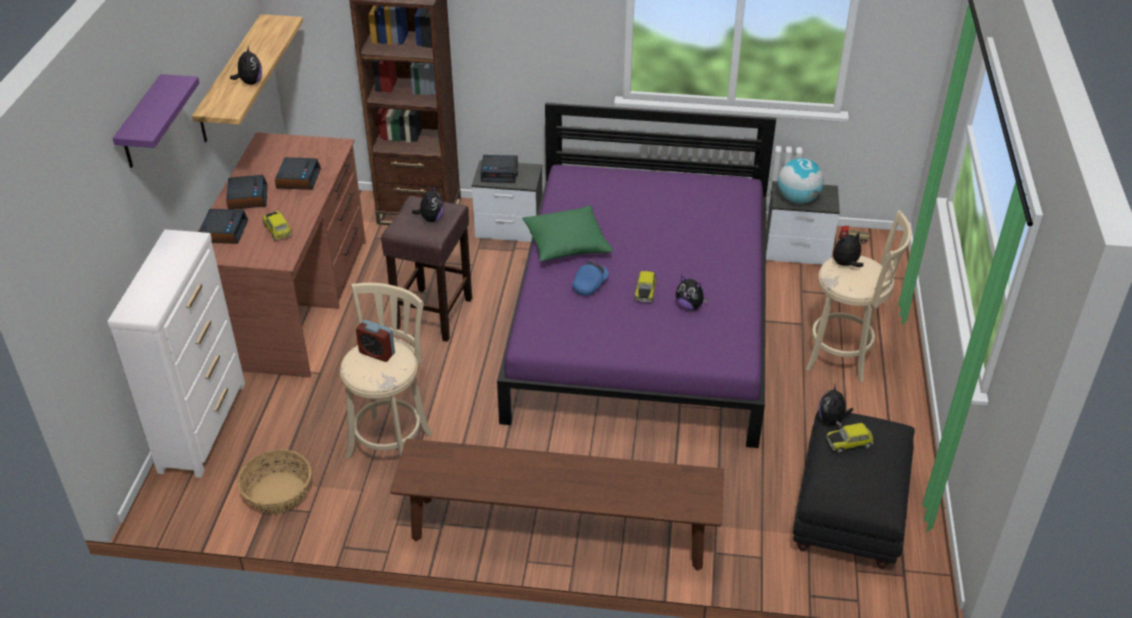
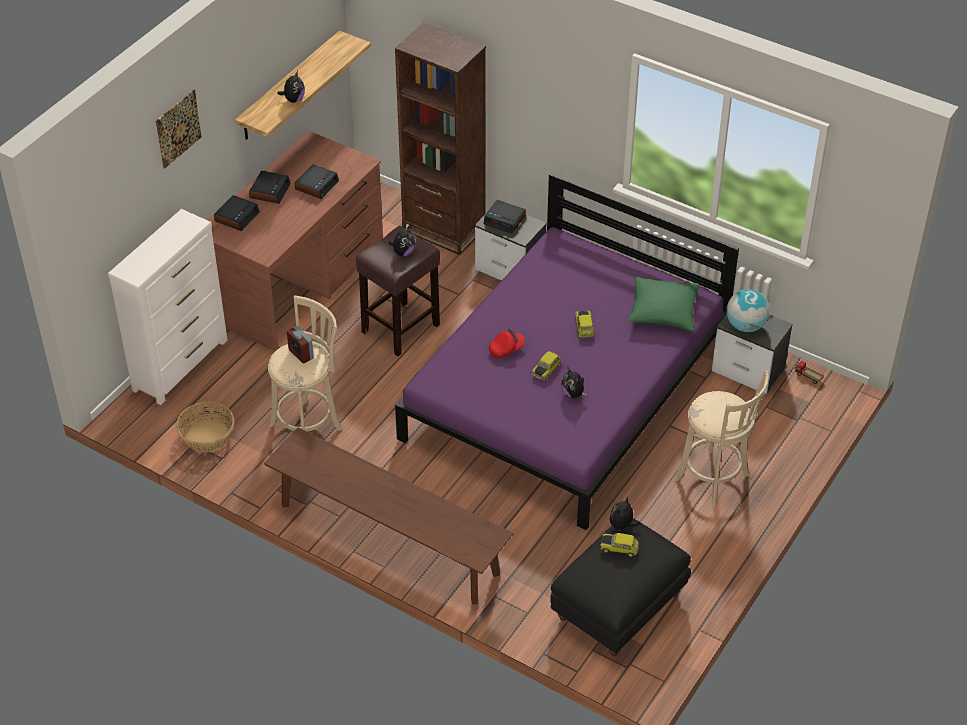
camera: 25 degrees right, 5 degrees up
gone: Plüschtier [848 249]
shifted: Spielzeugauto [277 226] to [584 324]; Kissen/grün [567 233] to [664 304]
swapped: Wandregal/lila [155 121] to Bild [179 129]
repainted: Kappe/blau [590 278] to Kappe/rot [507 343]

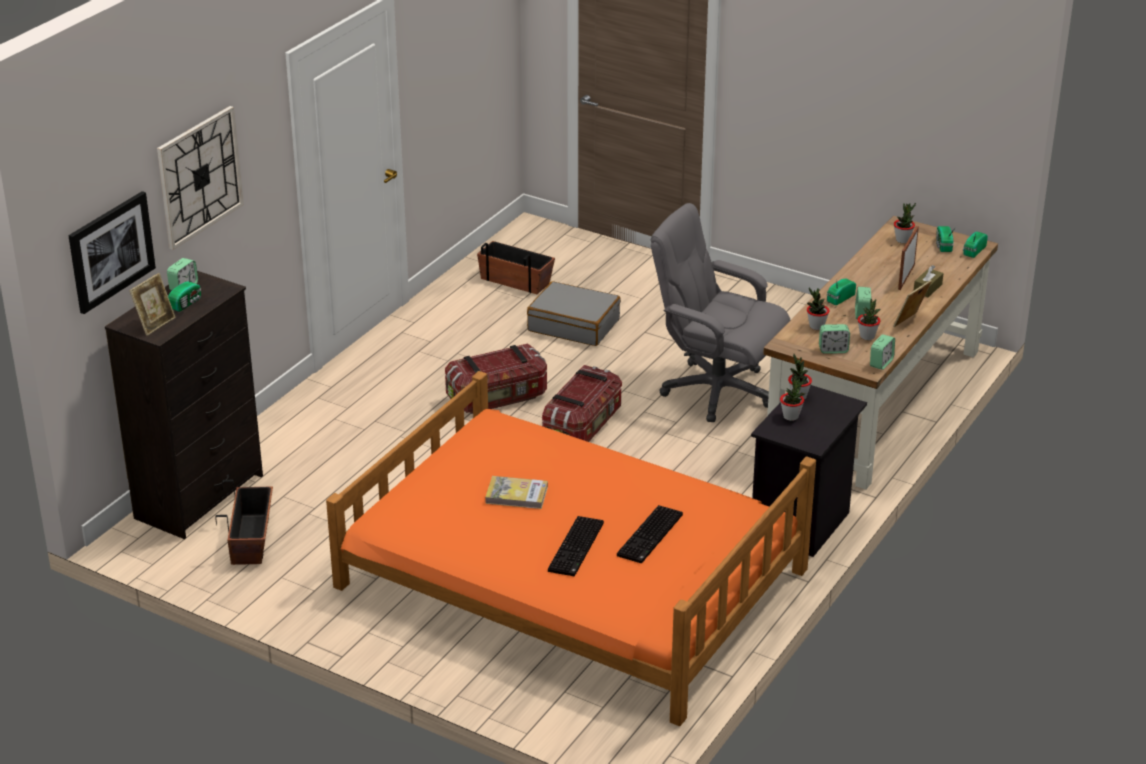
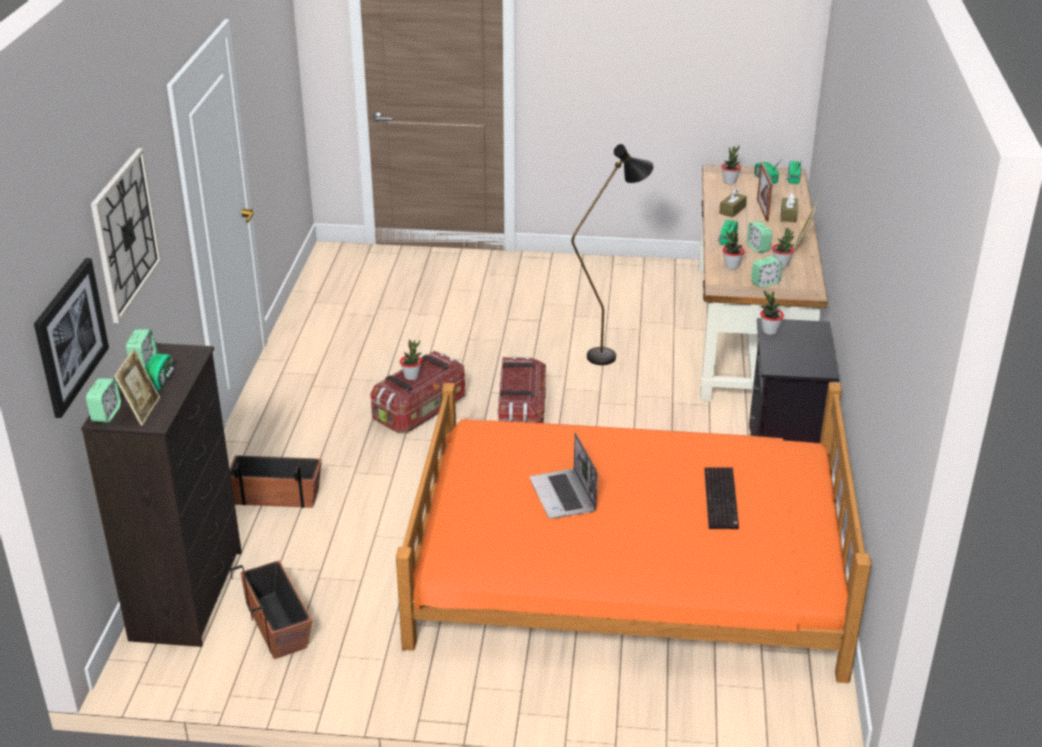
camera: 25 degrees left, 0 degrees up
gone: Koffer/grau [574 313]; Tastatur [576 546]
new: Taschentuchbox/braun [733 203]
shifted: Wecker [882 352] to [103 400]; Pflanzkübel [516 267] to [276 481]; Topfpflanze [792 398] to [411 359]
swapped: Buch [516 492] to Laptop [563 475]; Bürostuhl/grau [720 312] to Stehlampe/schwarz [613 254]

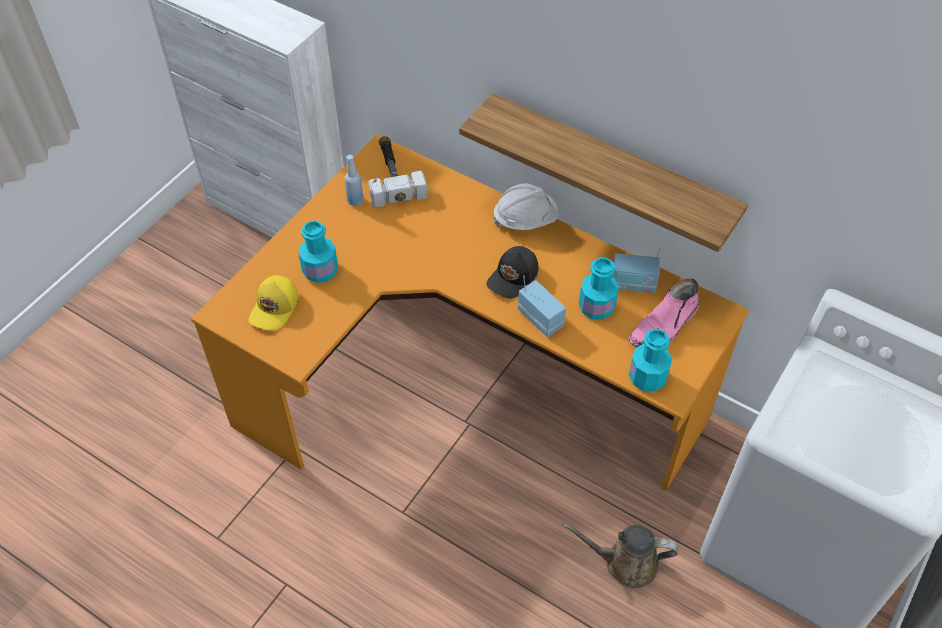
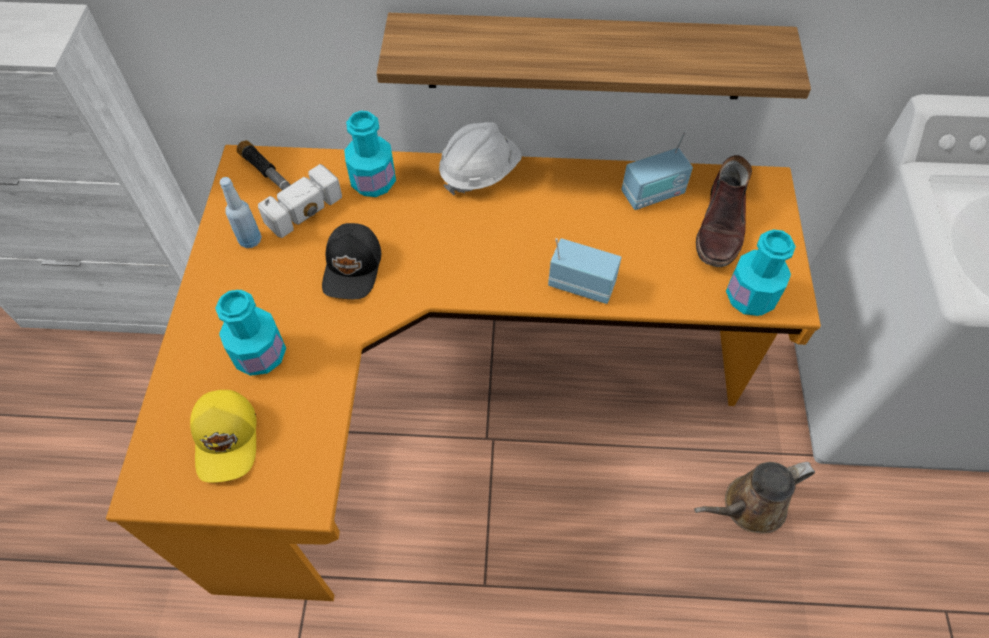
camera: 30 degrees left, 5 degrees up
shifted: Kappe/schwarz [512 272] to [351 261]; Flasche/türkis [599 288] to [370 154]
repainted: Stiefel/rosa [664 313] to Stiefel/braun [724 211]

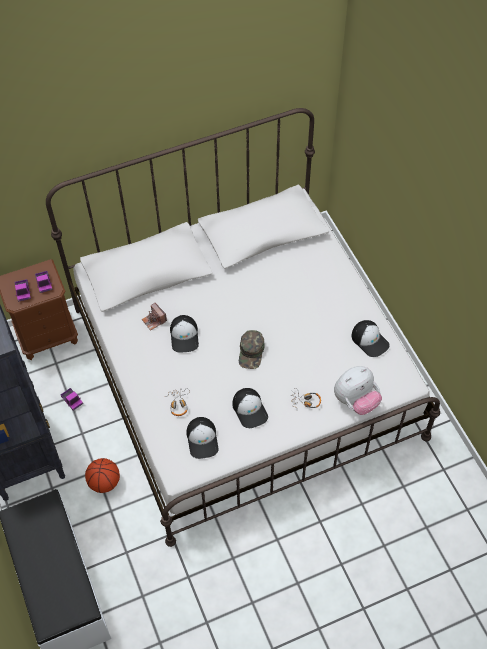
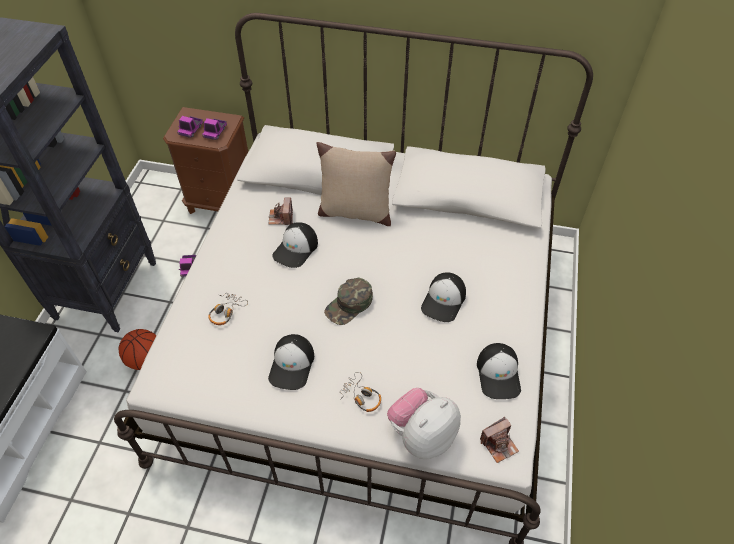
camera: 35 degrees right, 5 degrees down
new: Kissen/beige [356 184]; Kamera [499 440]
shifted: Kappe [202 438] to [443 297]
rotated: Plüschtier [358 390] = [424 423] 135 degrees clockwise

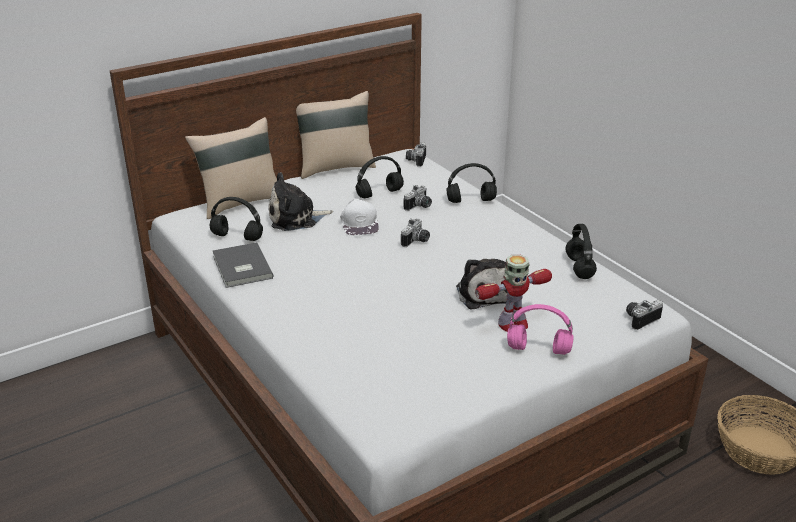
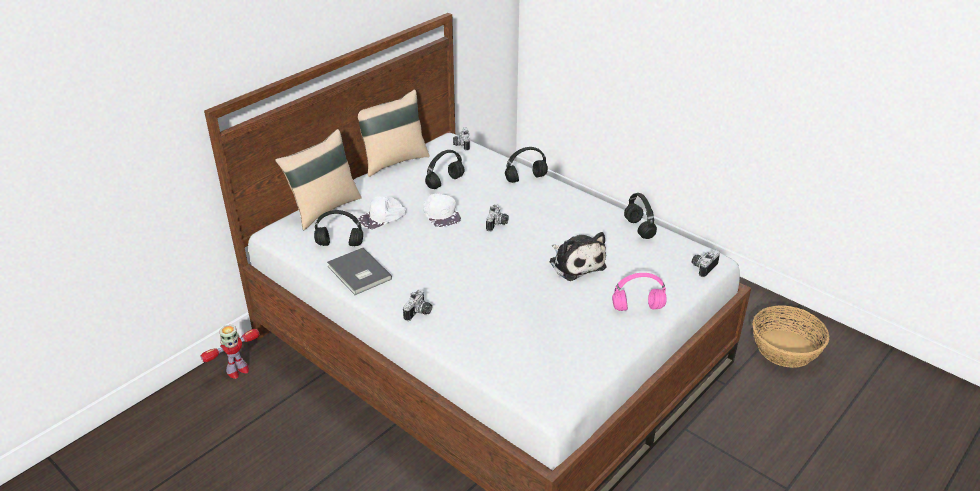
camera: 15 degrees left, 5 degrees up
shifted: Spielzeugroboter [513 293] to [230 352]; Kamera [418 198] to [417 305]
swapped: Plüschtier [300 201] to Kappe/weiß [382 212]

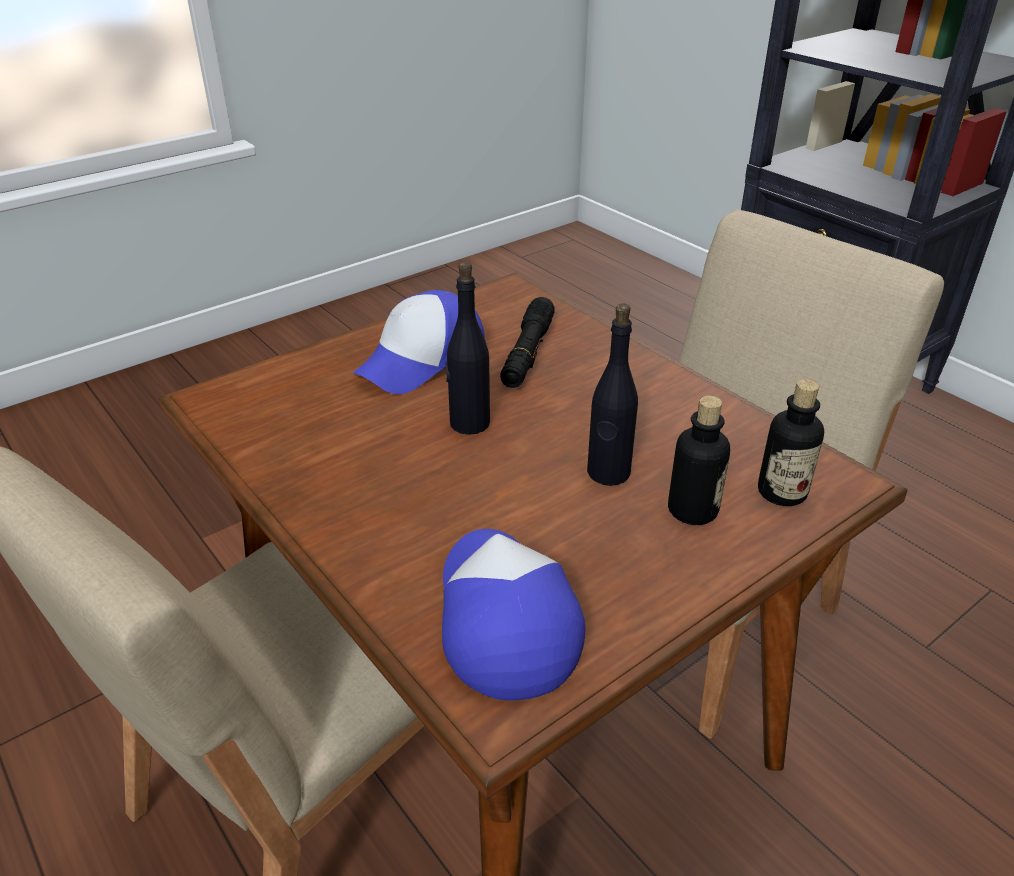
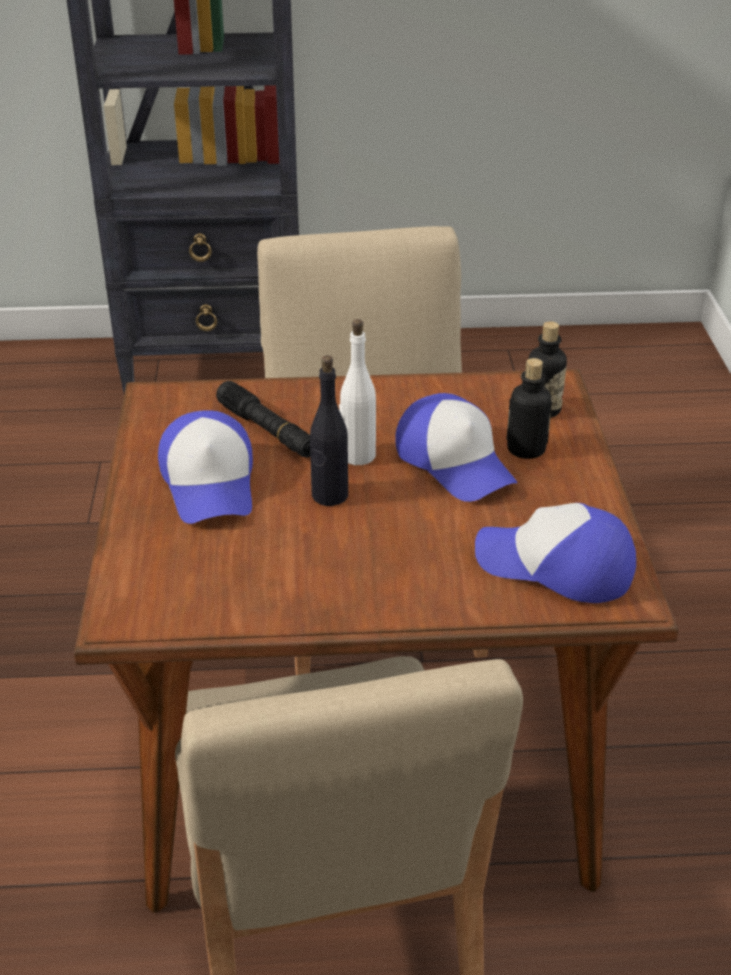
camera: 55 degrees left, 0 degrees up
new: Flasche/weiß [357 392]
swapped: Flasche/schwarz [612 395] to Kappe [456 447]

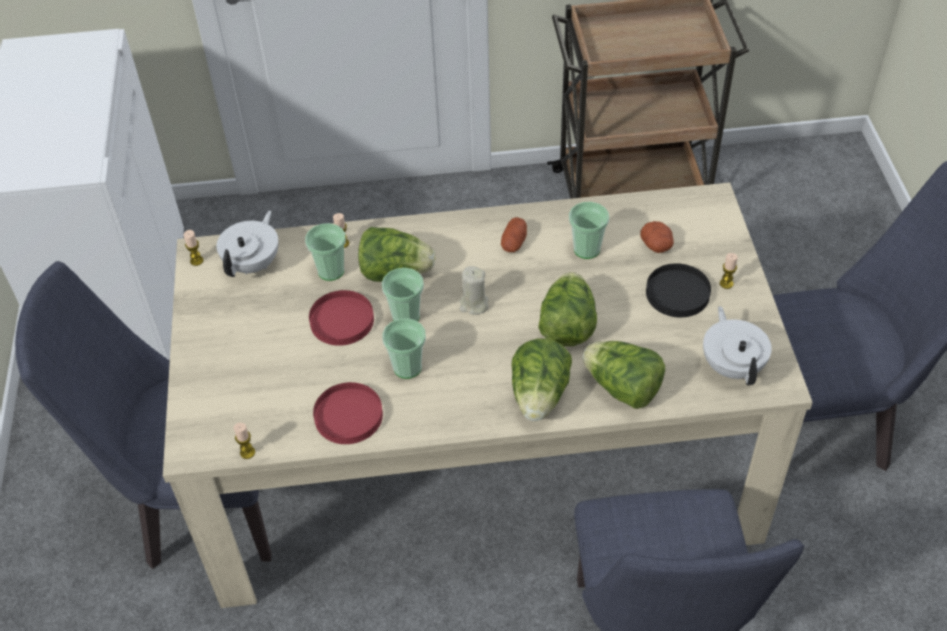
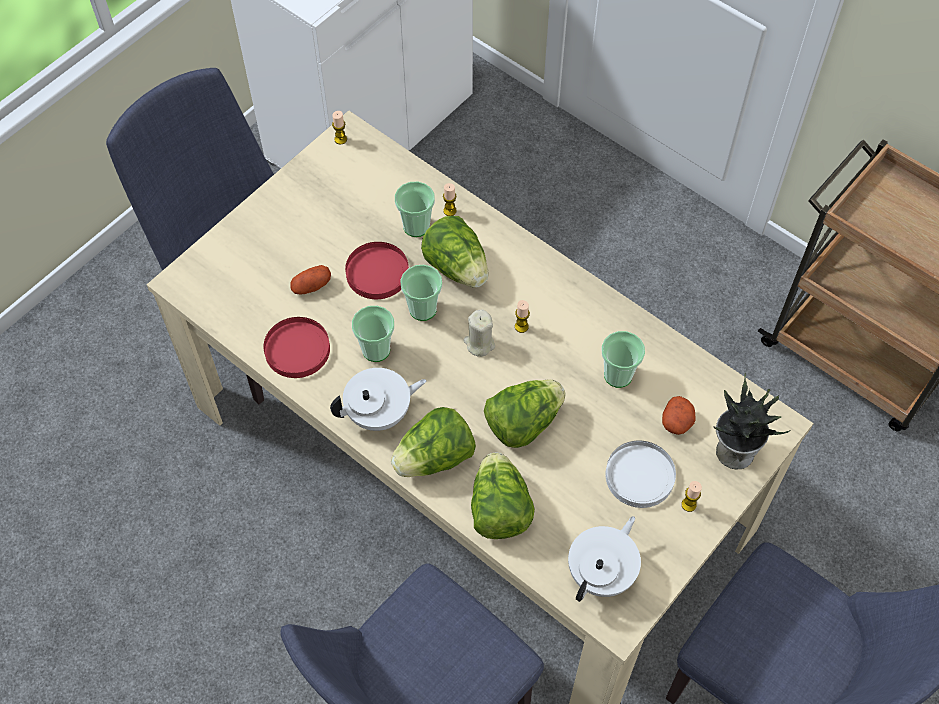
camera: 45 degrees right, 10 degrees up
new: Topfpflanze [752 421]
shifted: Kartoffel [514 234] to [310 280]; Teekanne/weiß [247 244] to [378 399]; Kerze [244 441] to [522 316]
repainted: Teller/schwarz [678 290] to Teller/weiß [640 474]

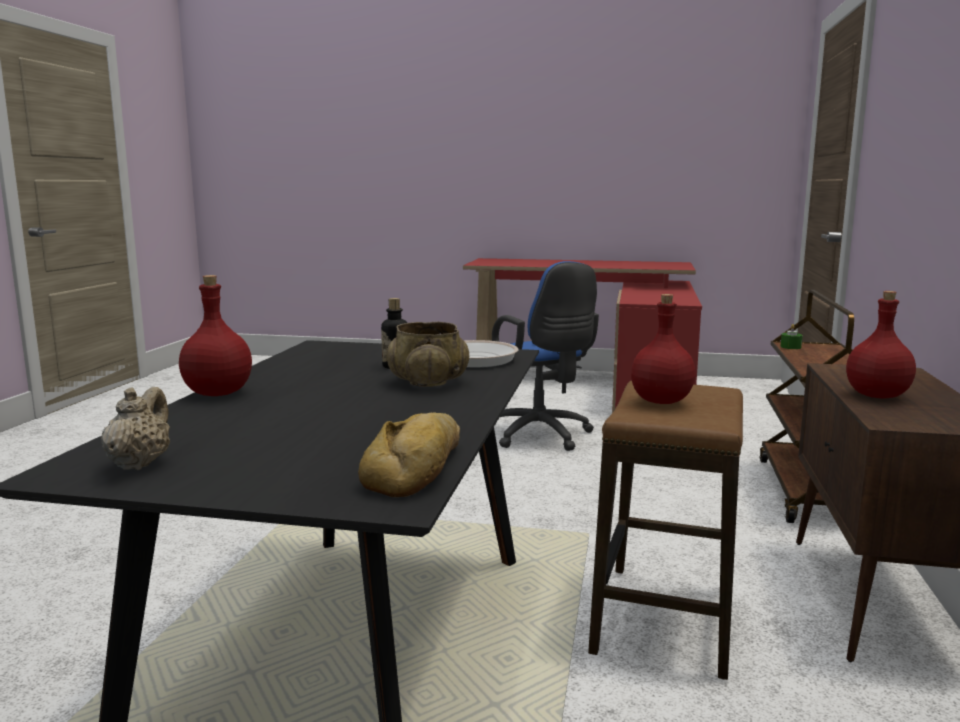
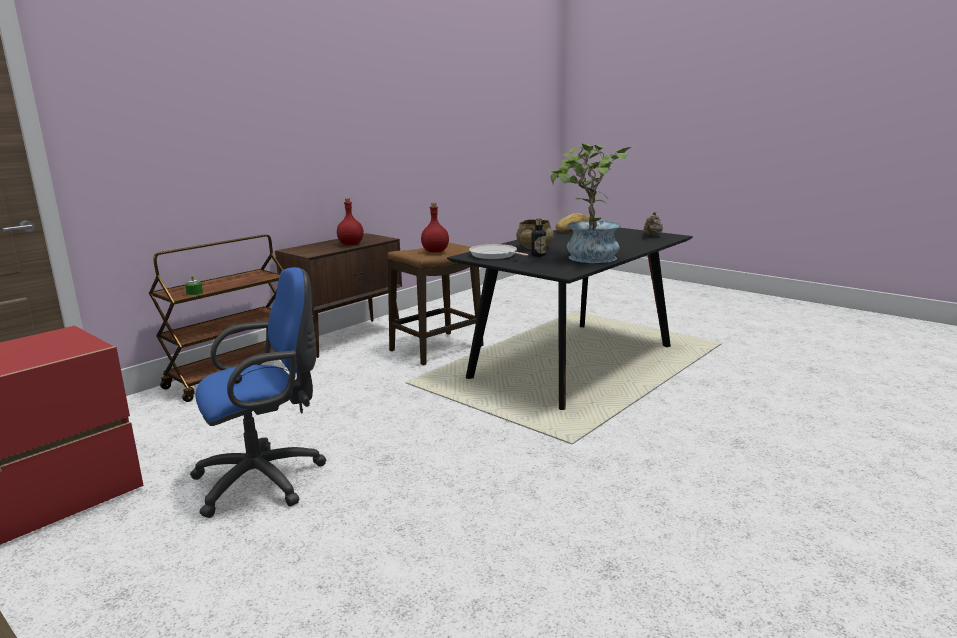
camera: 150 degrees left, 5 degrees up
gone: Flasche/rot [215 335]
new: Topfpflanze [589 203]
rotated: Bürostuhl/blau [545 356] = [258 392] 60 degrees clockwise

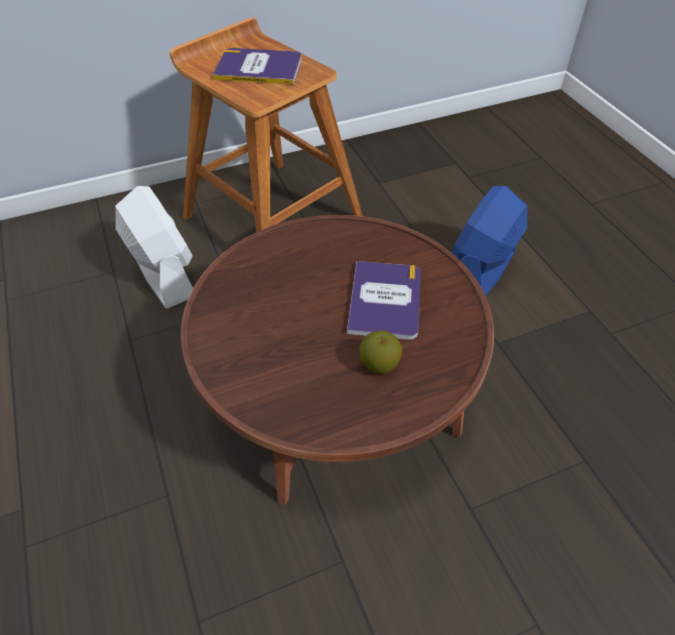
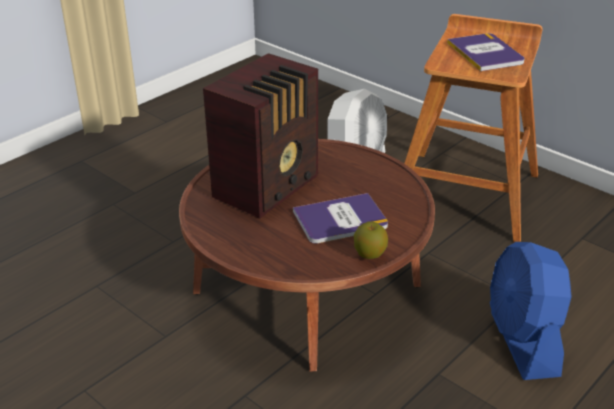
camera: 65 degrees right, 15 degrees down
new: Radio [260 136]
shifted: Apfel [380 352] to [370 240]
rotated: Ventilator/blau [489 241] = [531 311] 105 degrees counterclockwise

